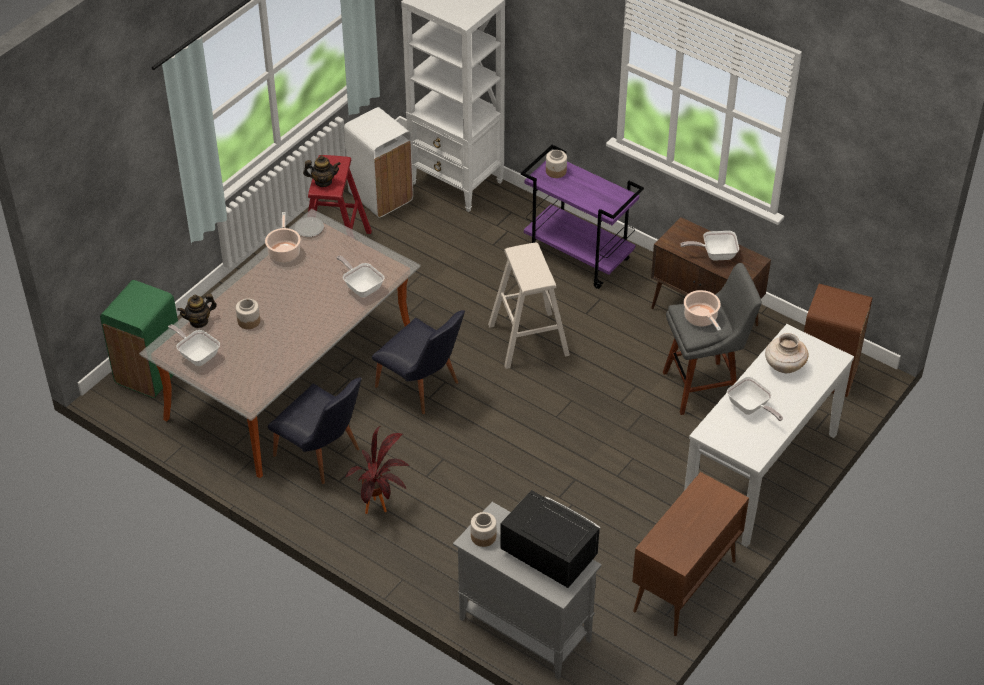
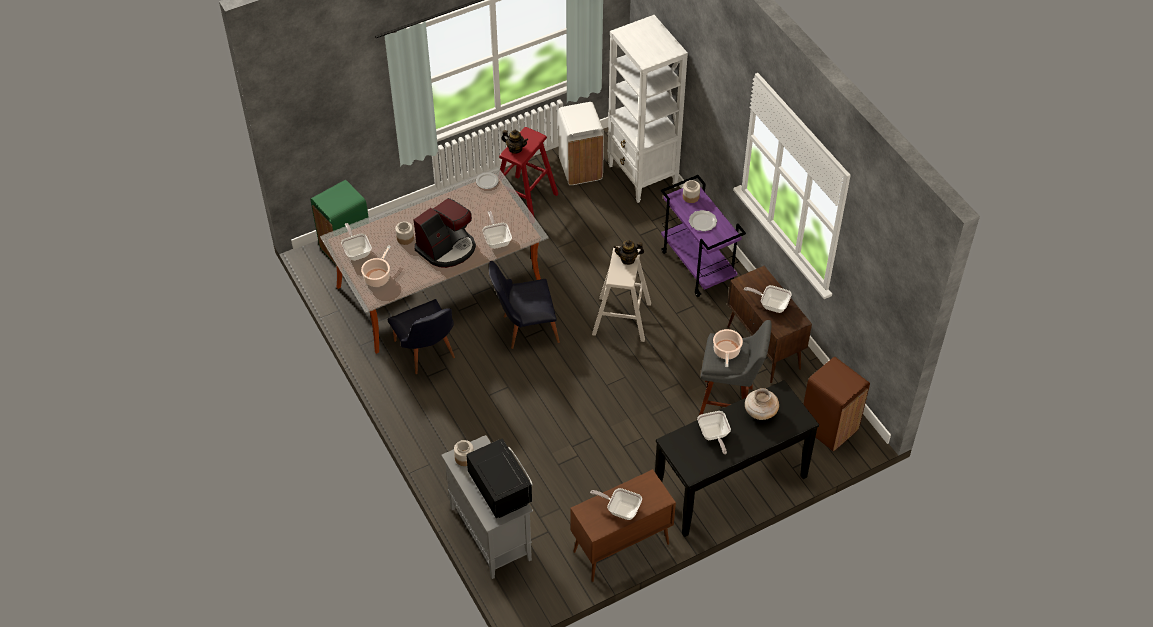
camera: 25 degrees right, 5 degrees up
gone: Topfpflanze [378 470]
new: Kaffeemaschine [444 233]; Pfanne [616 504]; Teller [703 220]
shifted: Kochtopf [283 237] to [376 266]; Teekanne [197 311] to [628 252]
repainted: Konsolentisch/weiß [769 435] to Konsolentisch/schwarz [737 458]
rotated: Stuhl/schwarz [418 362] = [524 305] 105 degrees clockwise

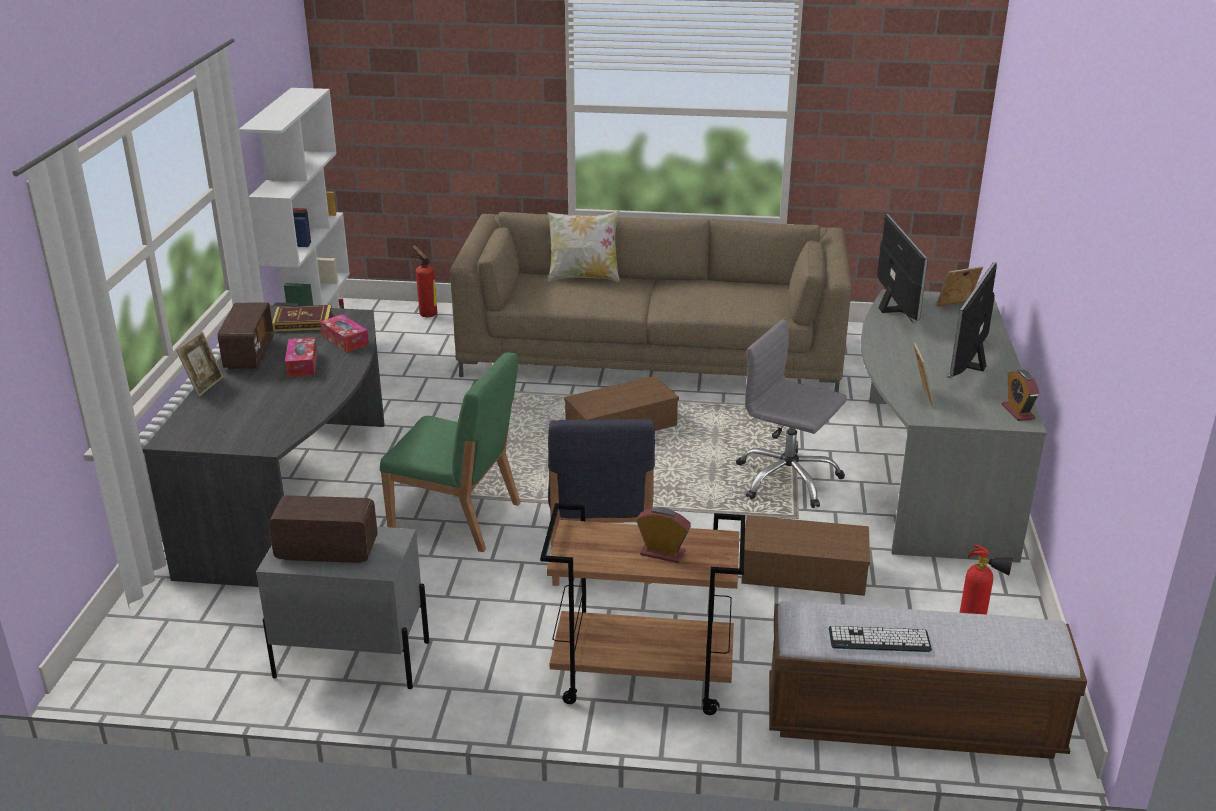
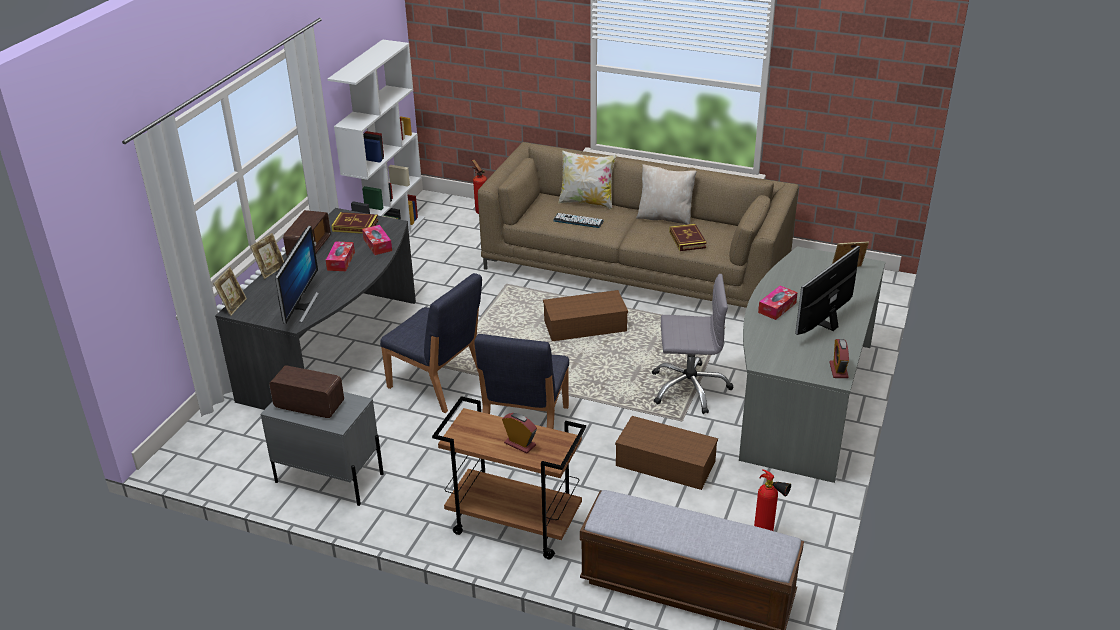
camera: 15 degrees right, 5 degrees up
new: Kissen/beige [666 194]; Buch [688 237]; Taschentuchbox [778 302]
shifted: Bilderrahmen [924 374] to [230 291]; Monitor [902 268] to [297 275]; Tastatur [880 639] to [578 220]
repainted: Stuhl/grün [450 452] to Stuhl/blau [431 343]
rotated: Bürostuhl/grau [791 413] = [692 344] 135 degrees clockwise

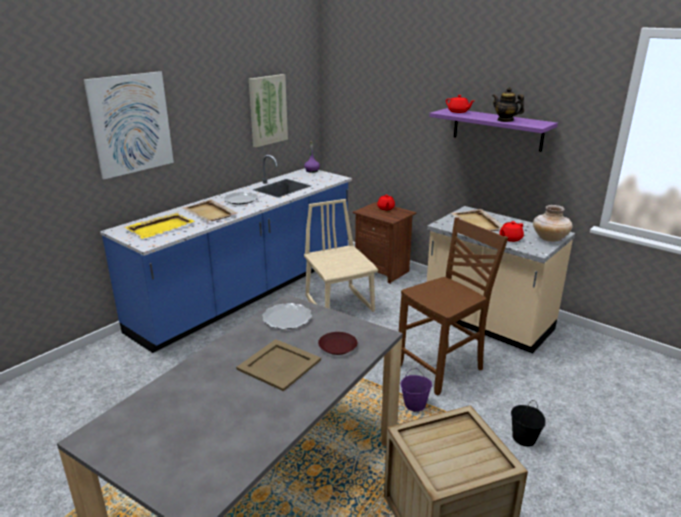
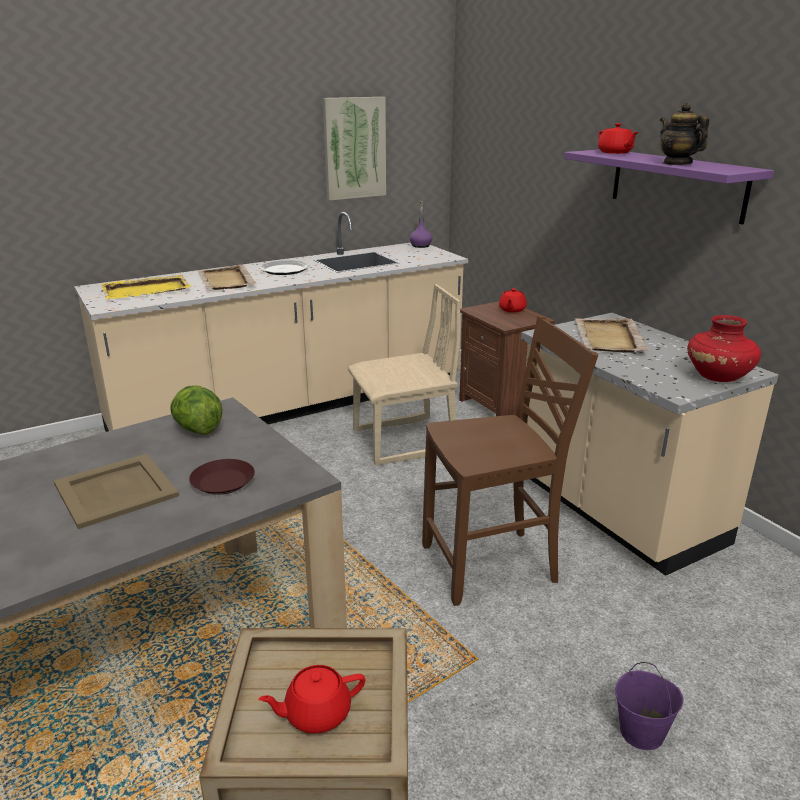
camera: 20 degrees right, 0 degrees up
gone: Bild [129 125]; Eimer/schwarz [528 423]
shifted: Teekanne/rot [511 231] to [311 699]; Eimer/lila [416 390] to [649 706]
swapped: Teller [287 316] to Salatkopf [196 410]
repainted: Küchenzeile/blau [226 254] to Küchenzeile/beige [271 322]; Vase/beige [552 223] to Vase/rot [724 348]
rotated: Stuhl/beige [341 255] = [404 375] 75 degrees clockwise

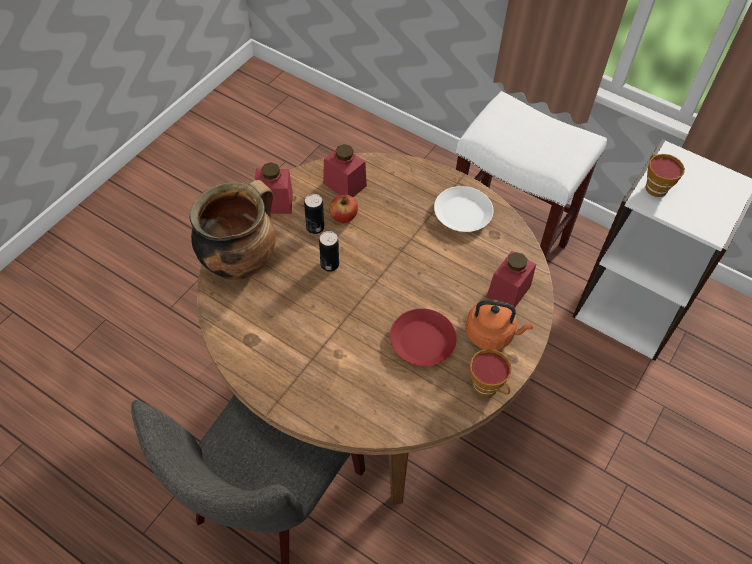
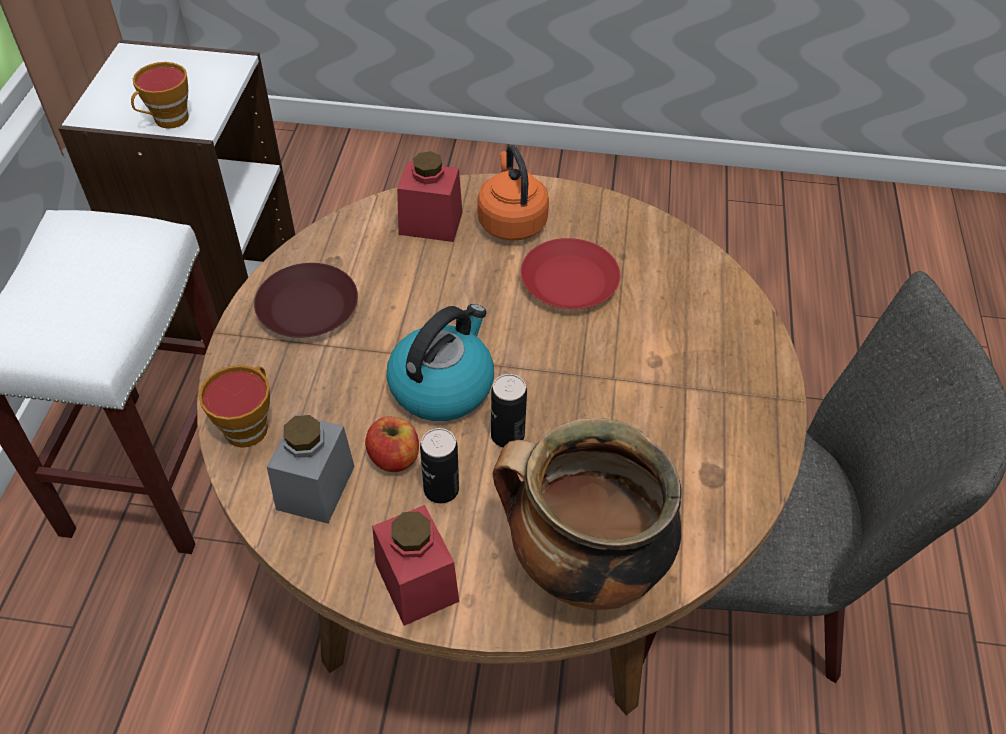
camera: 115 degrees left, 5 degrees down
new: Wasserkessel [440 362]
shifted: Tasse [491 373] to [234 406]
repainted: Teller/weiß [463 209] to Teller/braun [306 300]; Vorratsglas/rot [345 170] to Vorratsglas/grau [311 469]

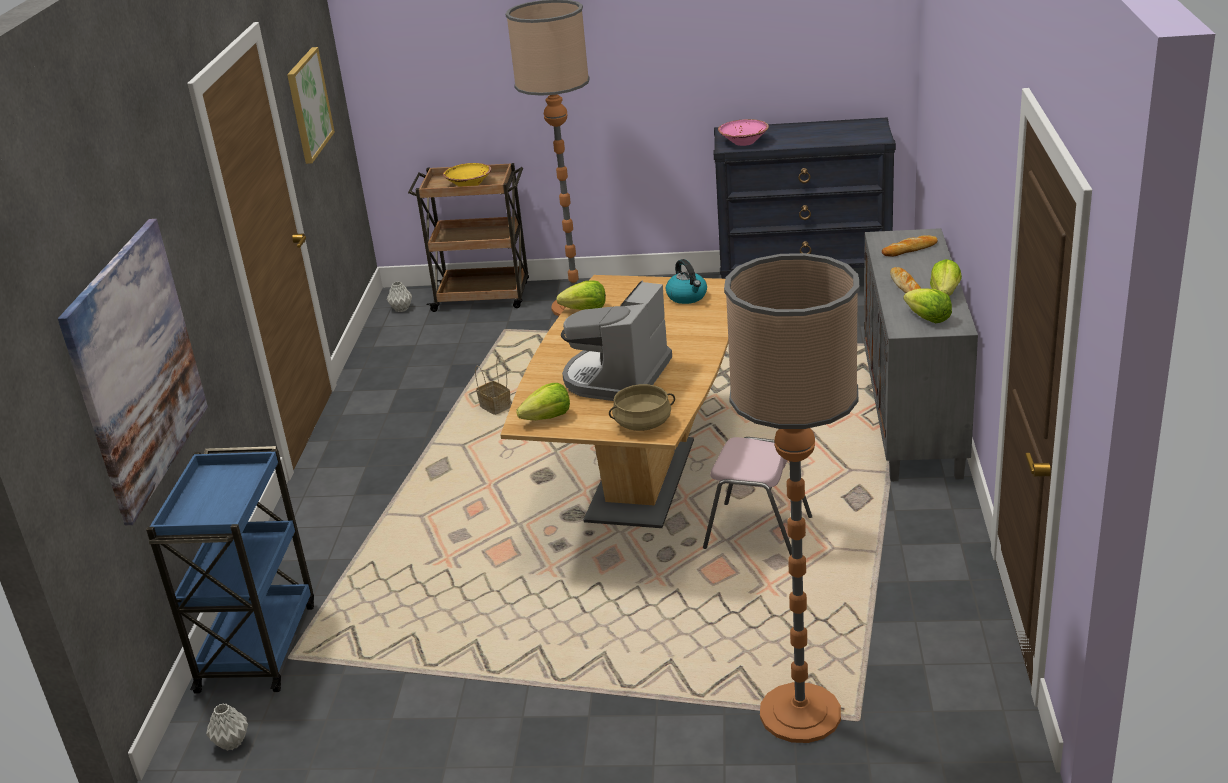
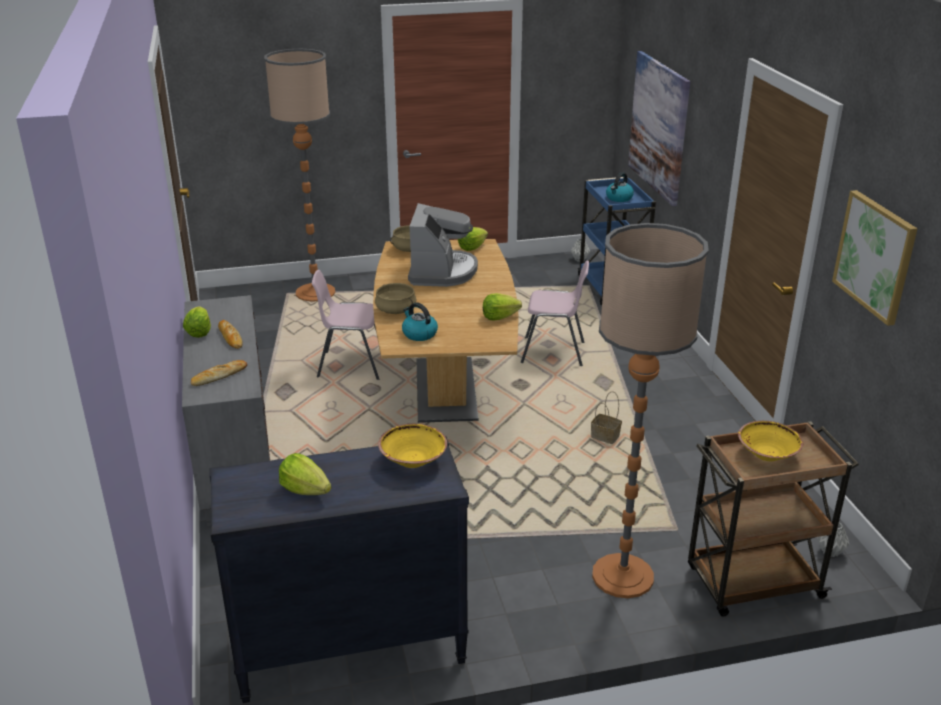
camera: 160 degrees right, 0 degrees up
new: Kochtopf/beige [395 298]; Stuhl/rosa [555 313]; Wasserkessel [620 187]
shifted: Salatkopf [927 305] to [305 474]
repainted: Schüssel/rosa [743 132] to Schüssel/gelb [412 446]

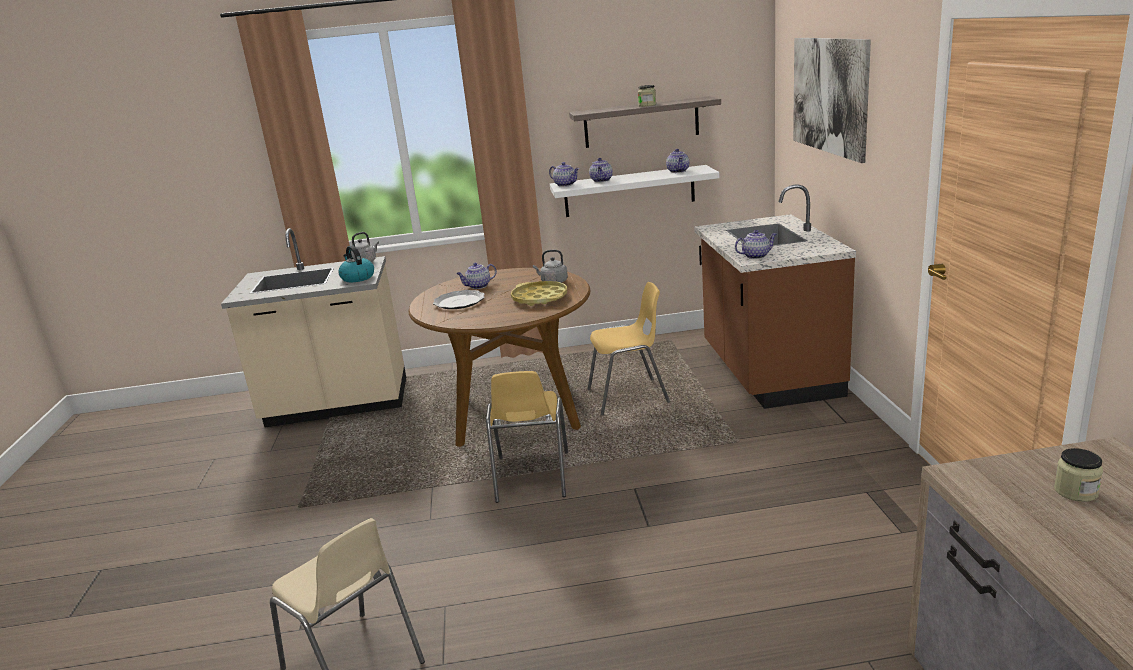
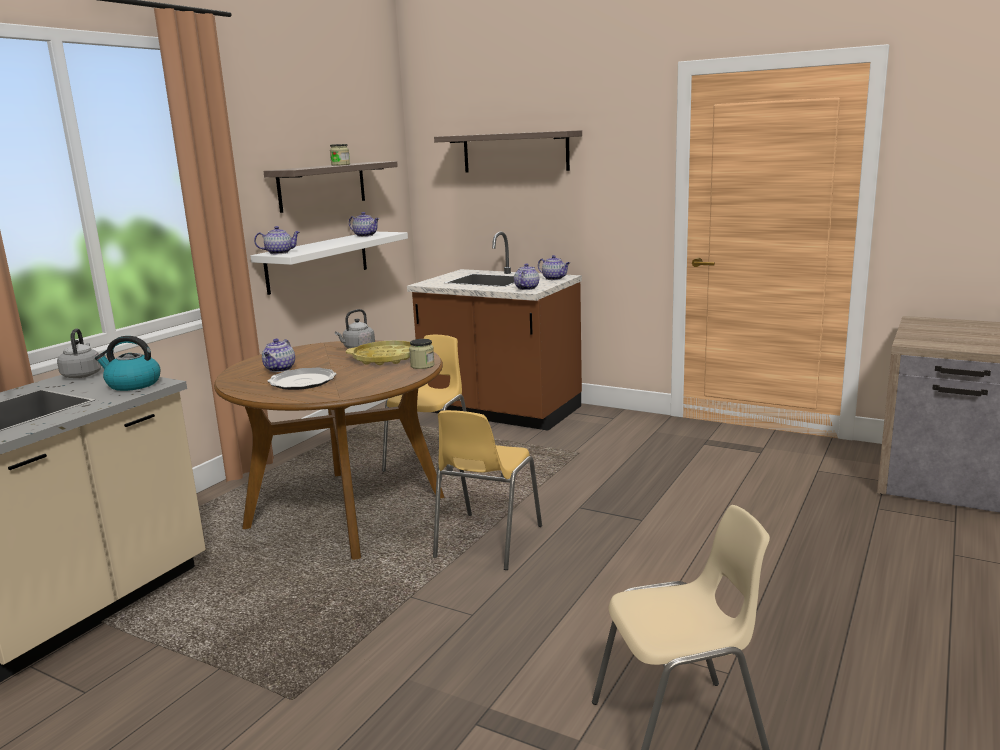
camera: 55 degrees left, 5 degrees down
shifted: Vorratsglas [1078 475] to [422 354]; Teekanne [601 170] to [554 267]
swapped: Bild [832 100] to Wandregal [508 151]
rotated: Stuhl/gelb [527 437] = [487 490] 75 degrees clockwise

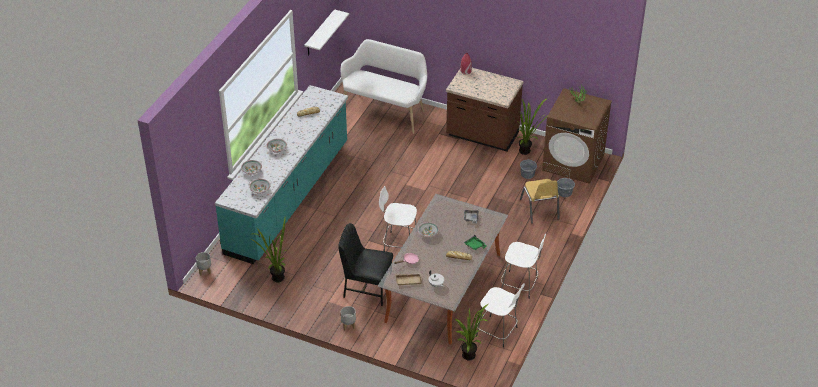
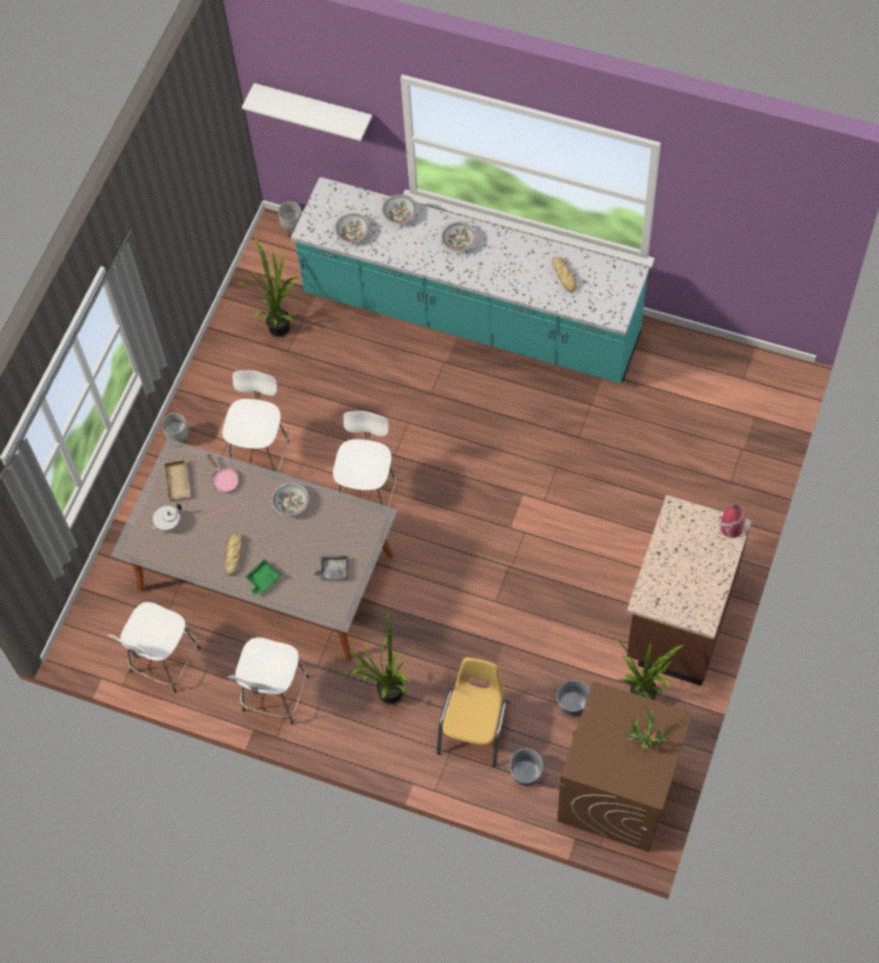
camera: 90 degrees right, 20 degrees up
gone: Bank/weiß [384 86]
shifted: Wandregal/weiß [326 32] to [307 112]; Topfpflanze [468 332] to [376 658]
swapped: Stuhl/schwarz [365 264] to Hocker/weiß [256 421]
rotated: Stuhl/gelb [540 201] = [473 712] 120 degrees clockwise

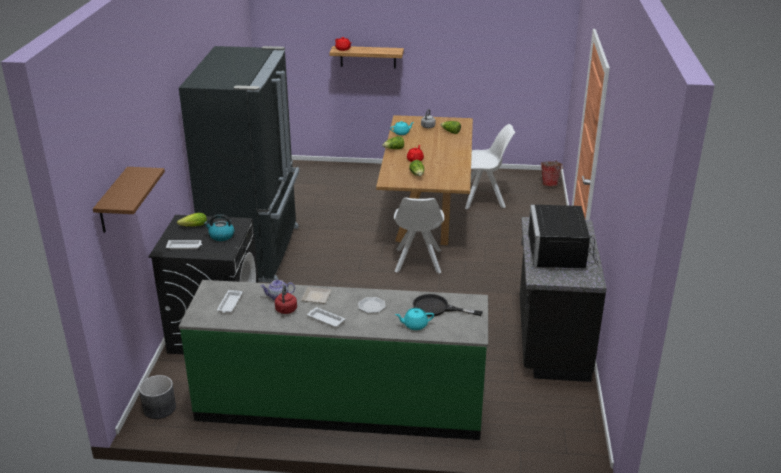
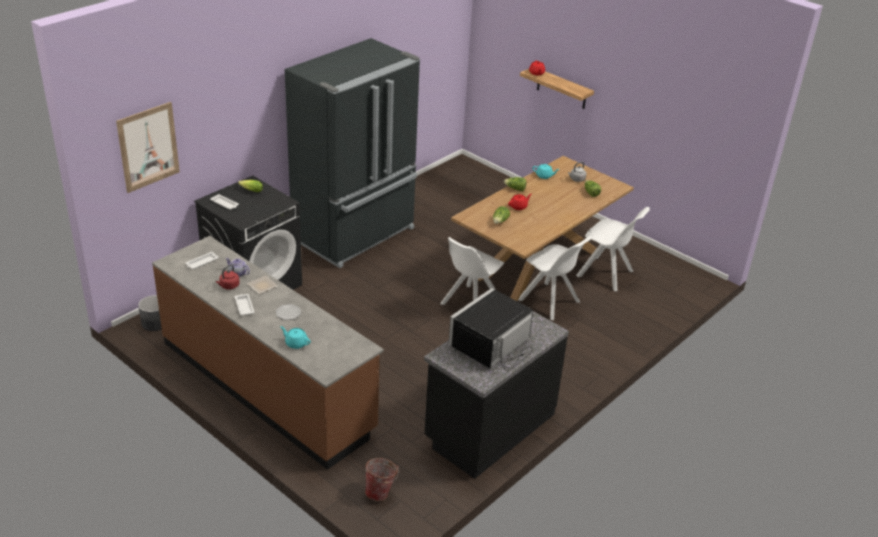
camera: 35 degrees right, 5 degrees up
gone: Wasserkessel [219 227]; Pfanne/schwarz [448 305]
new: Stuhl/weiß [554 278]
shifted: Eimer [552 173] to [382 479]
swapped: Wandregal/braun [129 200] to Bild [148 147]
repainted: Küchenzeile/grün [333 360] to Küchenzeile/braun [268 353]

